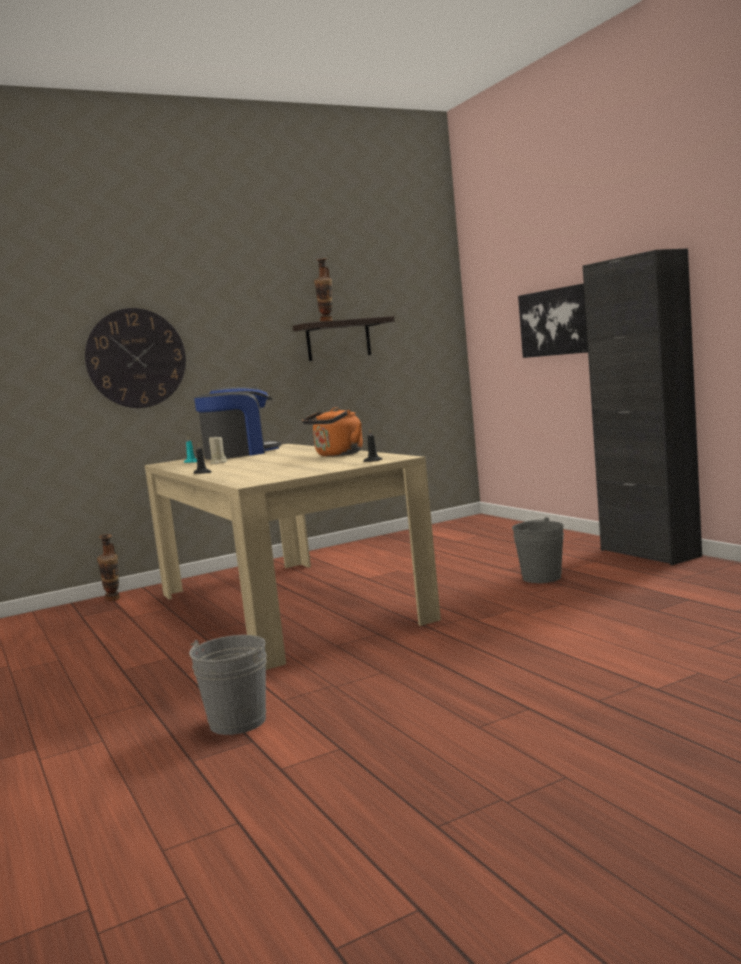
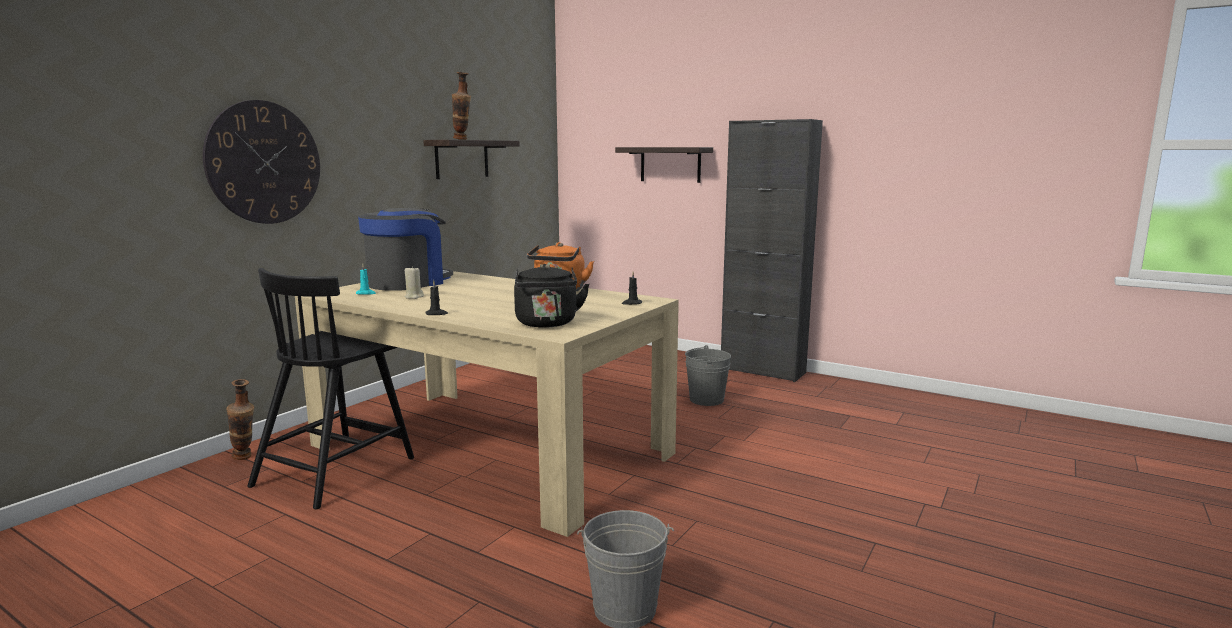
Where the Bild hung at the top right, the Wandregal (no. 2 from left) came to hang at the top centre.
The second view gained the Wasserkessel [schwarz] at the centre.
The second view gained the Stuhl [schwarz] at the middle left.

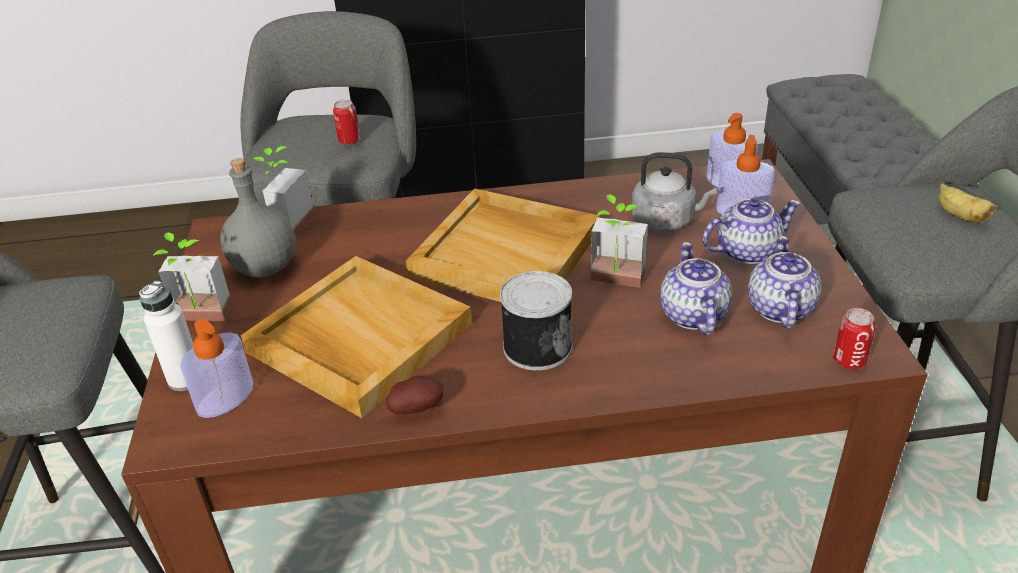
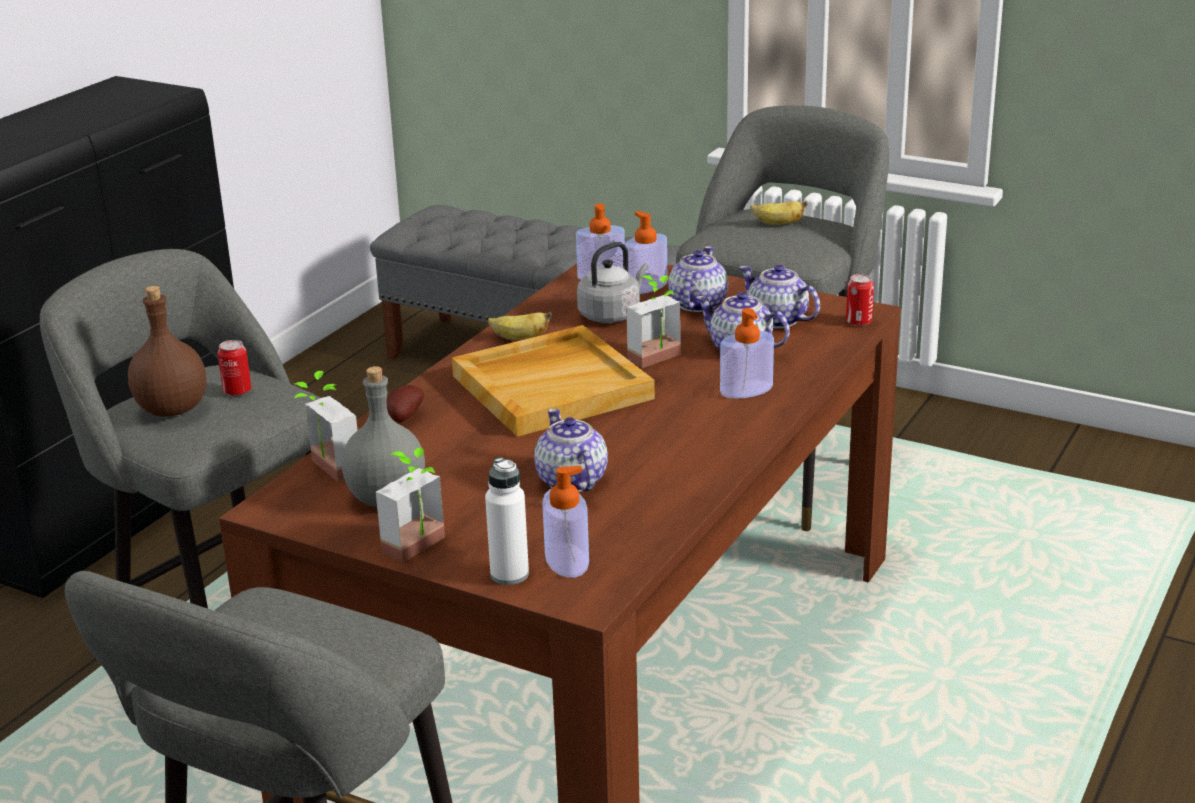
Where the Tablett [beige] (no. 1 from left) stood at the centre, the Teekanne (no. 1 from left) came to stand at the centre.
The second view lost the Dose (no. 2 from left) at the centre.
The Kartoffel ended up elsewhere, having gone from the bottom centre to the centre.
The second view gained the Flasche [braun] at the middle left.
The second view gained the Seifenspender (no. 4 from left) at the centre.
The second view gained the Banane (no. 1 from left) at the centre.

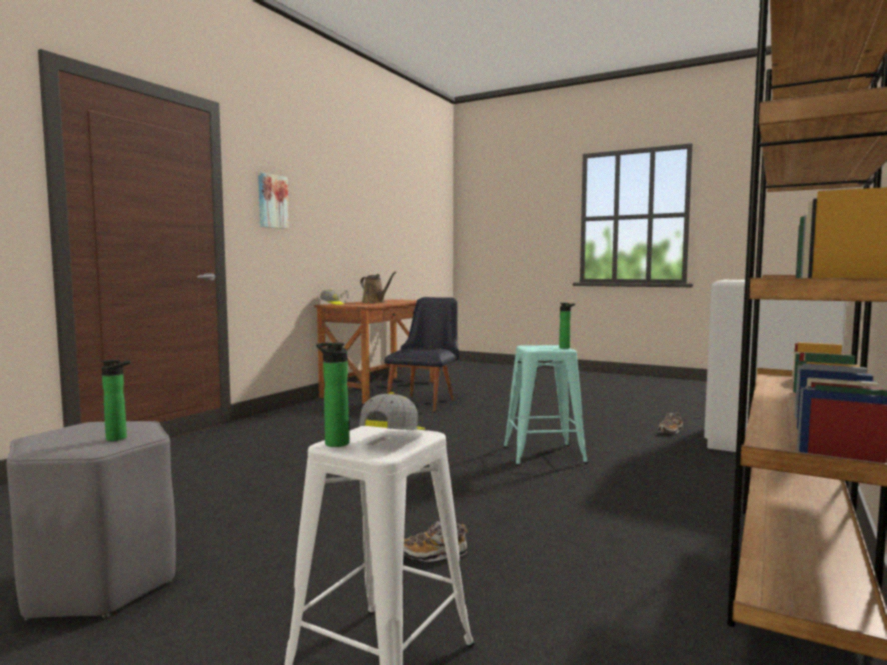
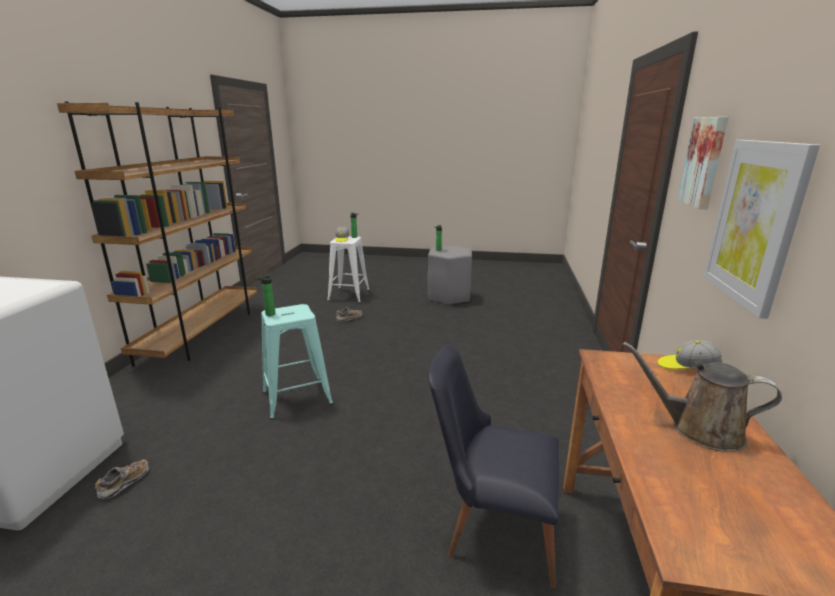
The Stuhl [schwarz] at the centre ended up facing another way, 105 degrees clockwise from before.
The second view gained the Bild (no. 2 from left) at the middle right.

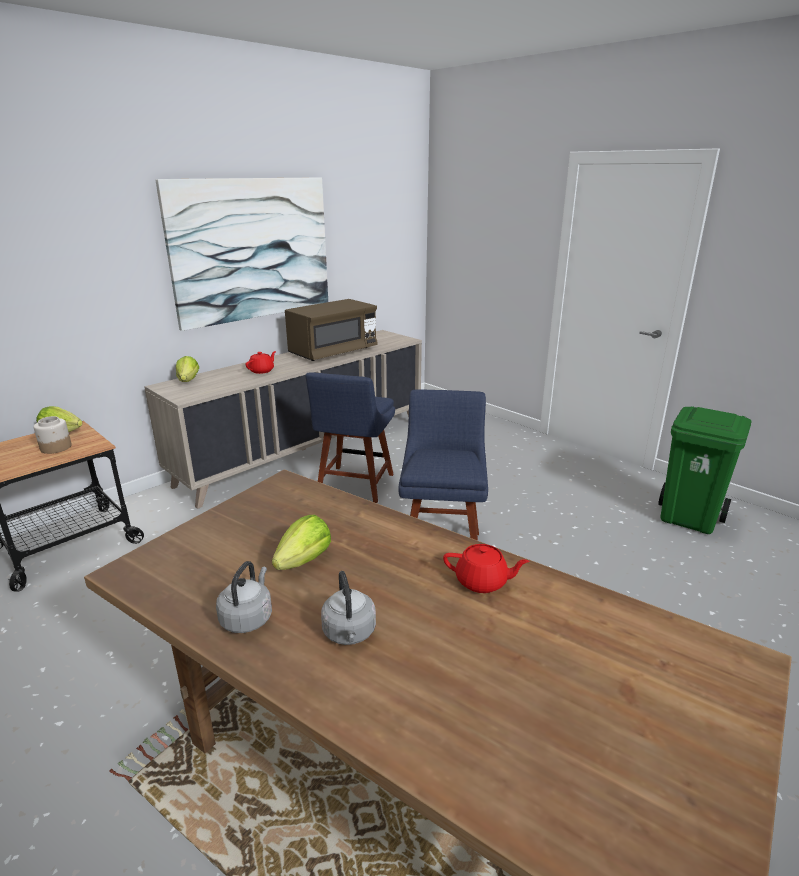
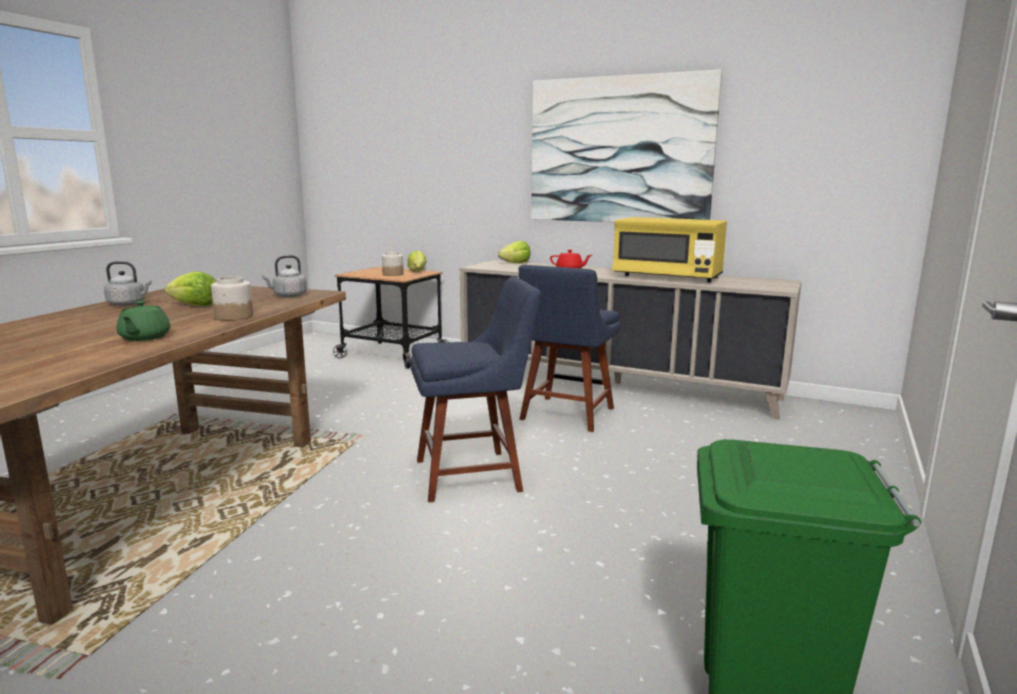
What was the Mikrowelle [braun] at the centre turned into the Mikrowelle [gelb] at the centre.
The Stuhl [blau] (no. 1 from left in the first image) at the centre ended up facing another way, 60 degrees counterclockwise from before.
What was the Teekanne [rot] (no. 2 from left) at the centre turned into the Teekanne [grün] at the middle left.
The Wasserkessel [grau] (no. 2 from left) ended up elsewhere, having gone from the bottom centre to the middle left.
The second view gained the Vorratsglas (no. 1 from left) at the middle left.

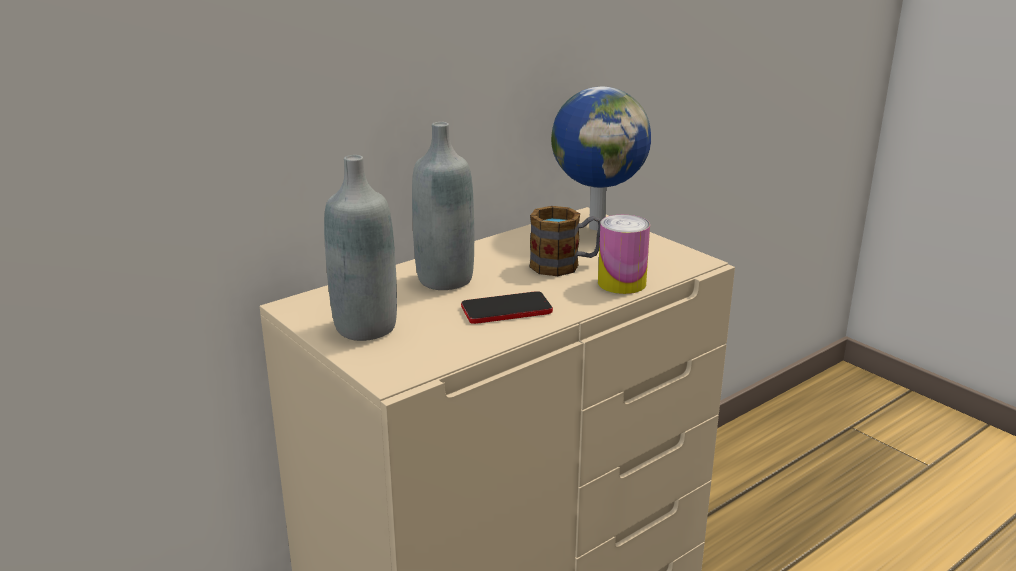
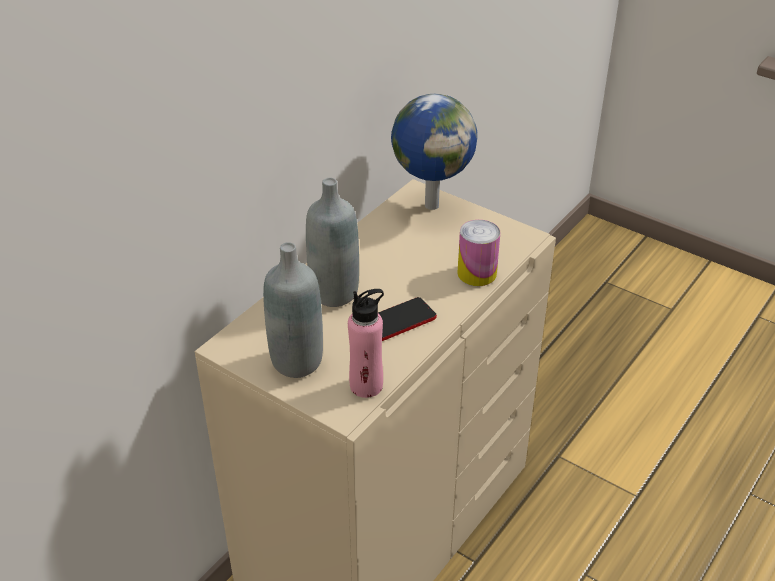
The second view lost the Henkelbecher at the centre.
The second view gained the Flasche [rosa] at the centre.

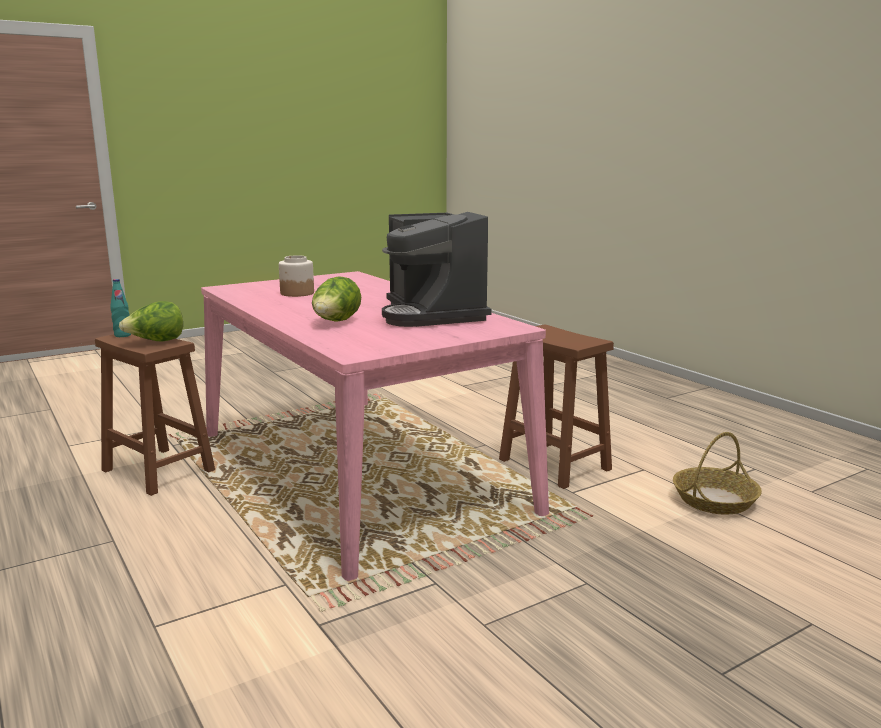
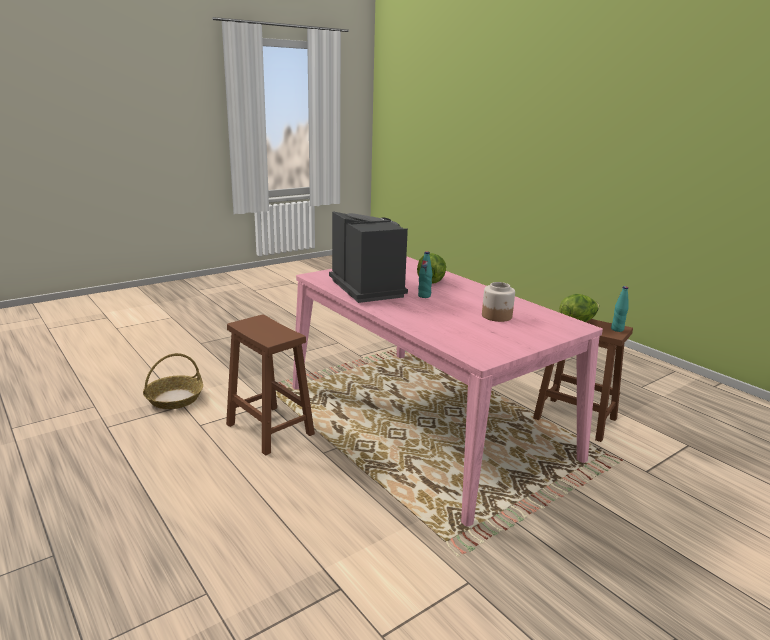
The second view gained the Flasche [türkis] (no. 1 from left) at the centre.

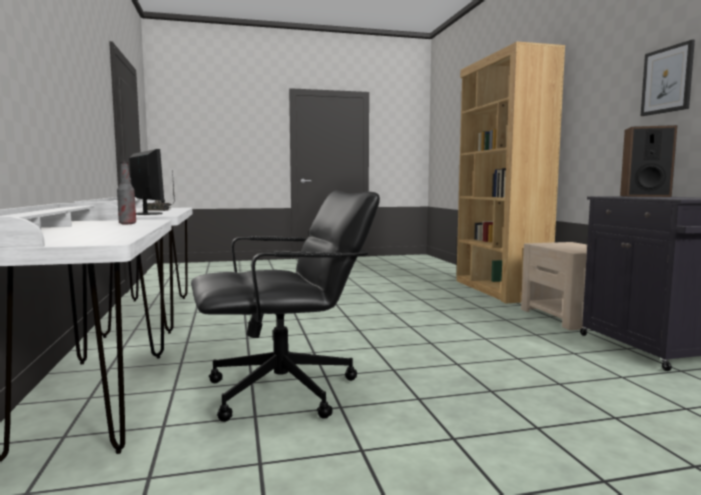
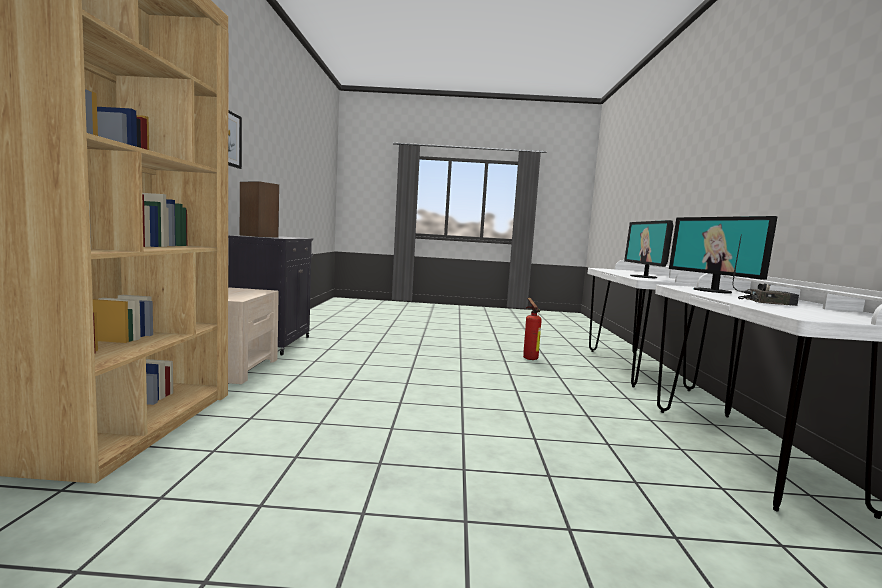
Where the Flasche stood at the middle left, the Monitor (no. 1 from left) came to stand at the middle right.
Where the Bürostuhl [schwarz] stood at the centre, the Feuerlöscher came to stand at the centre.

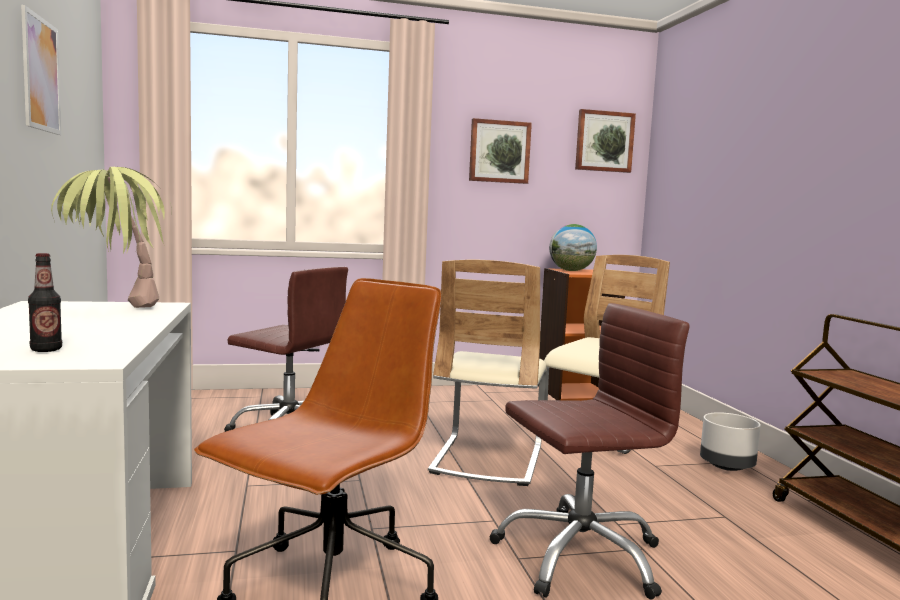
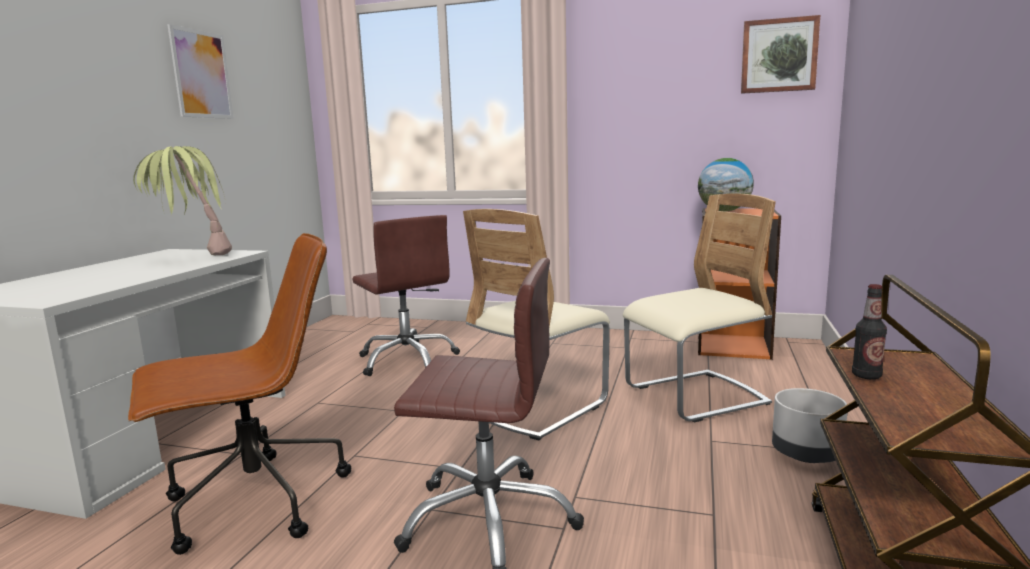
The second view lost the Bild (no. 2 from left) at the top centre.
The Flasche ended up elsewhere, having gone from the middle left to the middle right.

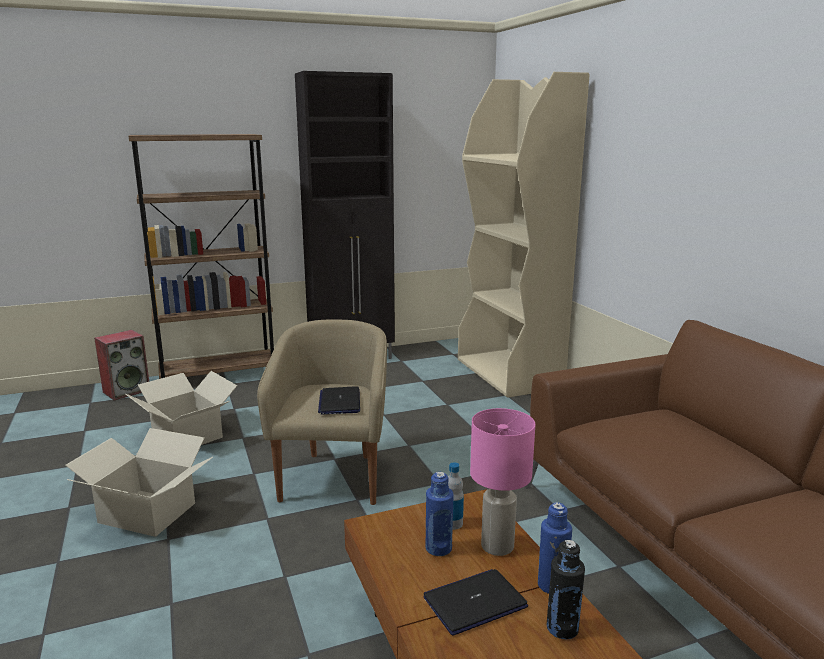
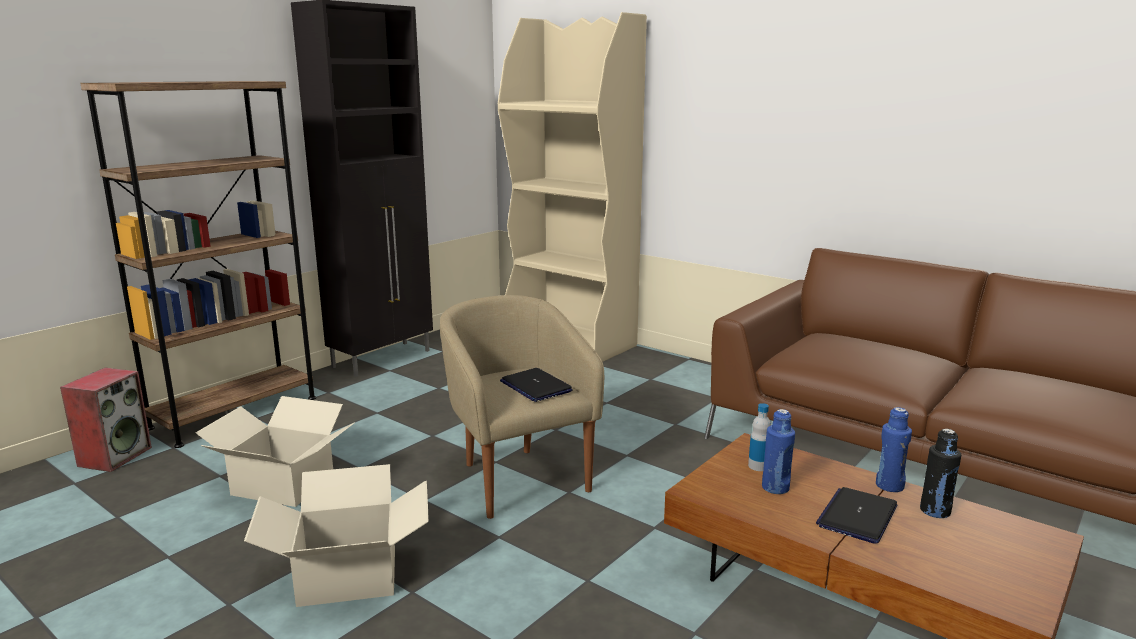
The second view lost the Tischlampe [rosa] at the bottom centre.

